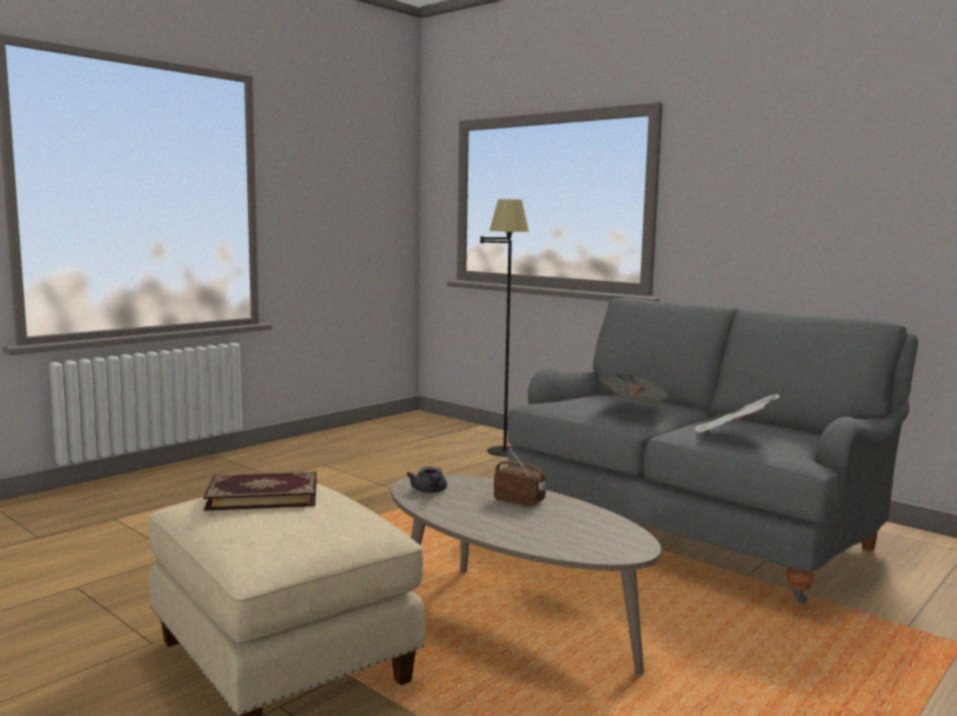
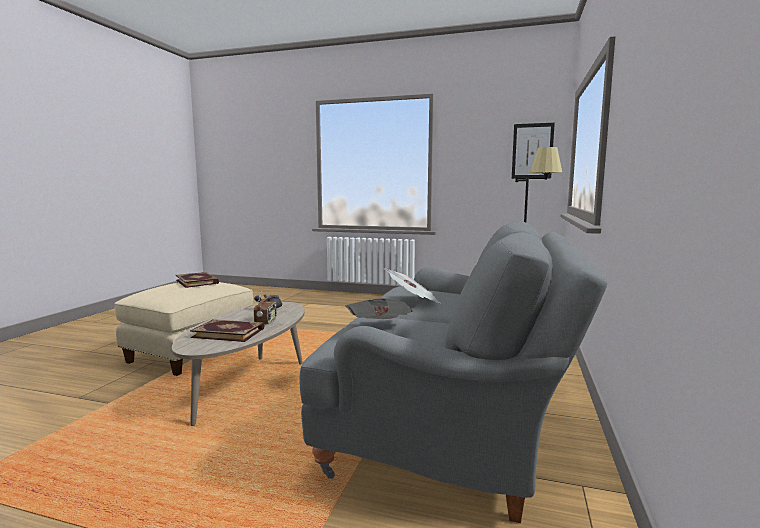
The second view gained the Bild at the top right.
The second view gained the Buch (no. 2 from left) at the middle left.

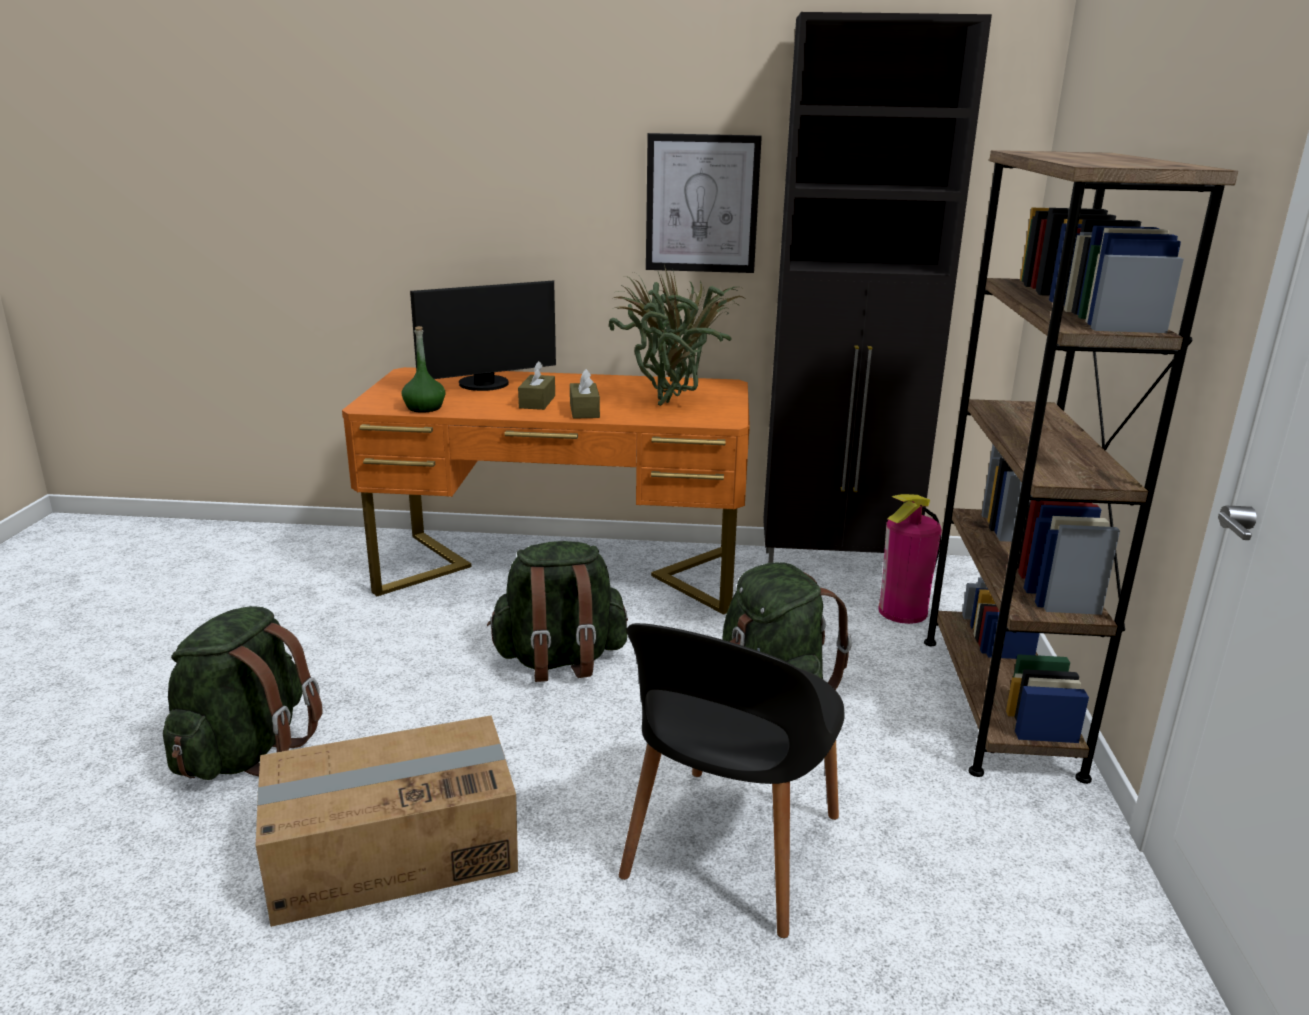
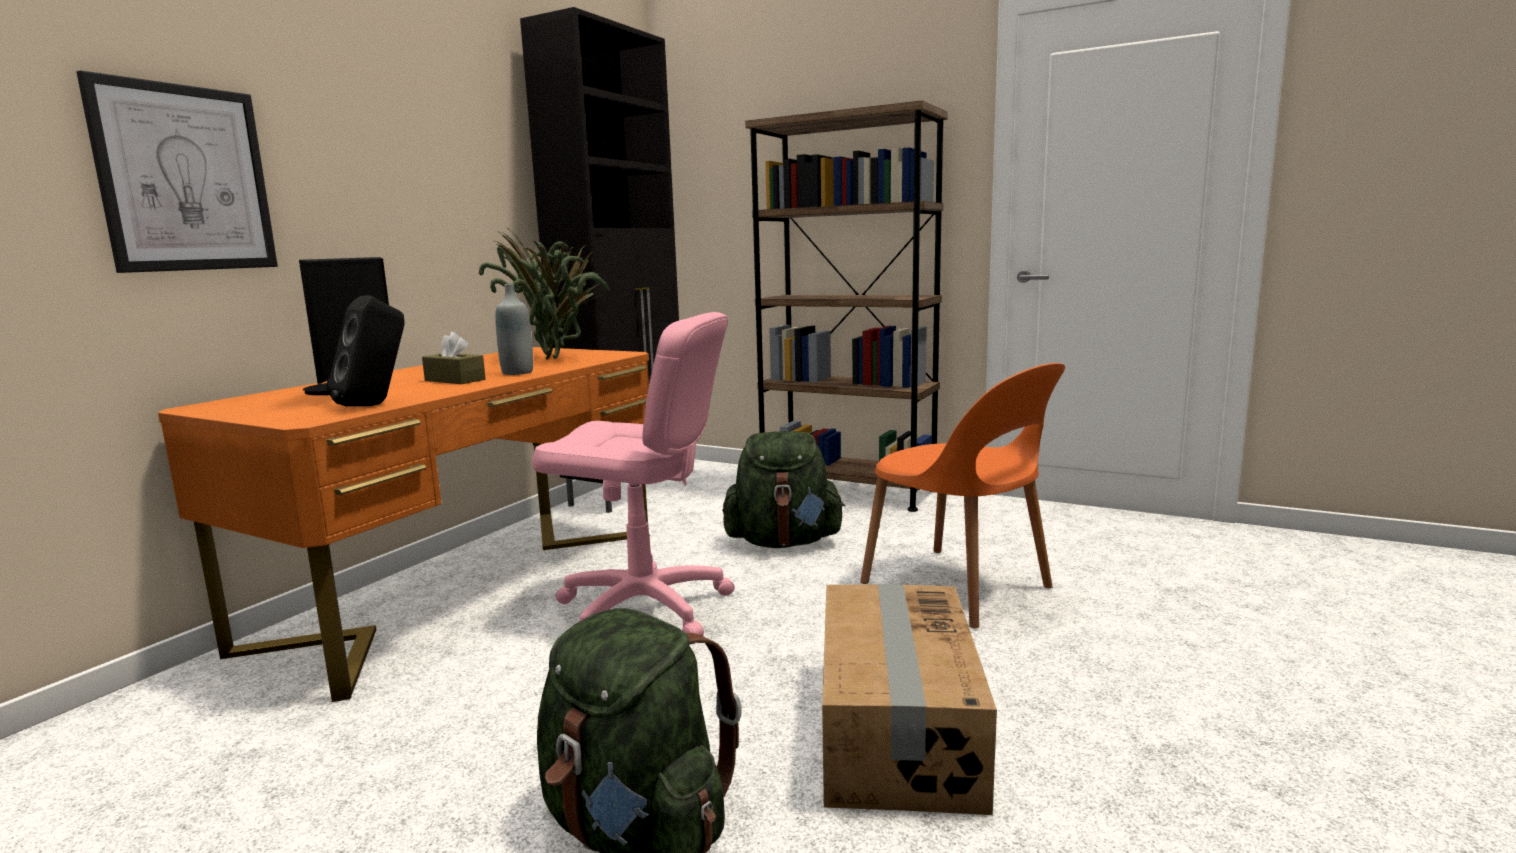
The Bild ended up elsewhere, having gone from the top centre to the top left.
Where the Flasche [grün] stood at the middle left, the Lautsprecher [schwarz] came to stand at the middle left.
Where the Taschentuchbox [braun] (no. 2 from left) stood at the centre, the Flasche [grau] came to stand at the centre.
The second view lost the Feuerlöscher at the middle right.
Where the Rucksack [grün] (no. 2 from left) stood at the centre, the Bürostuhl [rosa] came to stand at the centre.
What was the Stuhl [schwarz] at the bottom centre turned into the Stuhl [orange] at the centre.

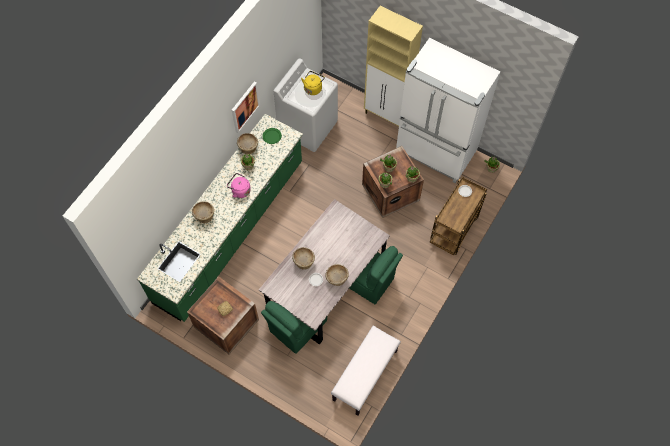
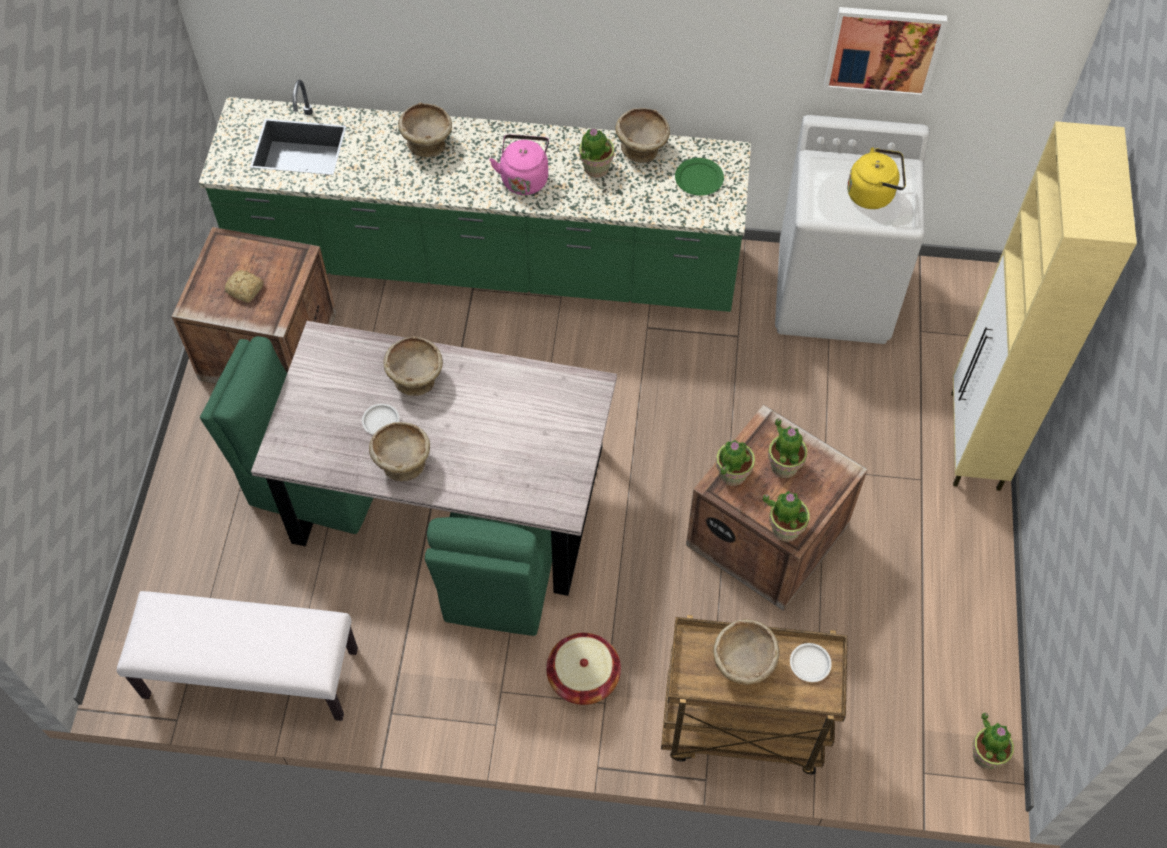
The second view lost the Kühlschrank [weiß] at the top right.
The Bild ended up elsewhere, having gone from the top centre to the top right.
The second view gained the Schüssel [beige] (no. 5 from left) at the bottom centre.
The second view gained the Korb at the bottom centre.

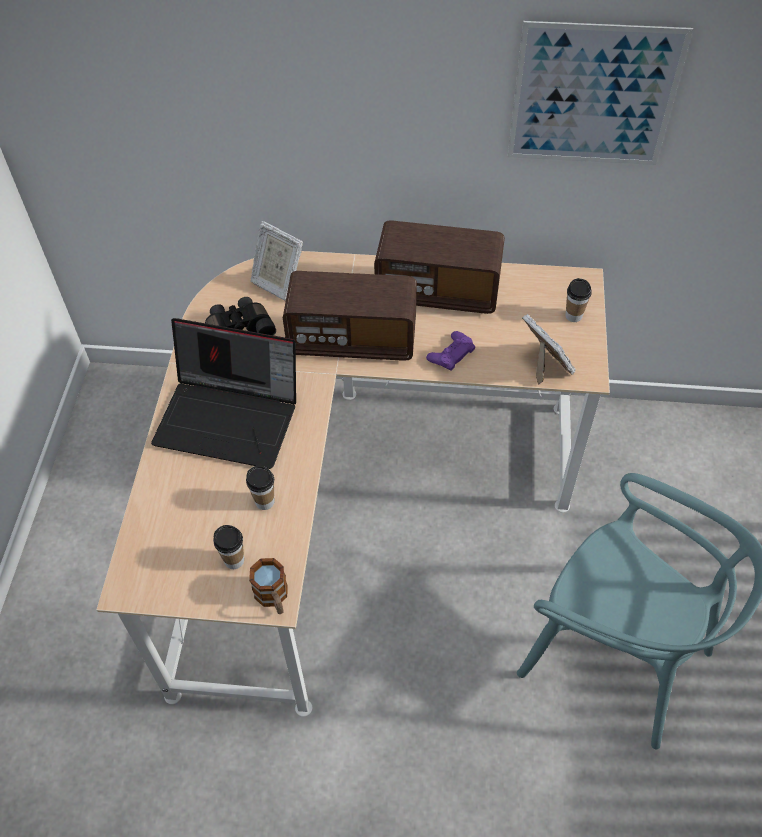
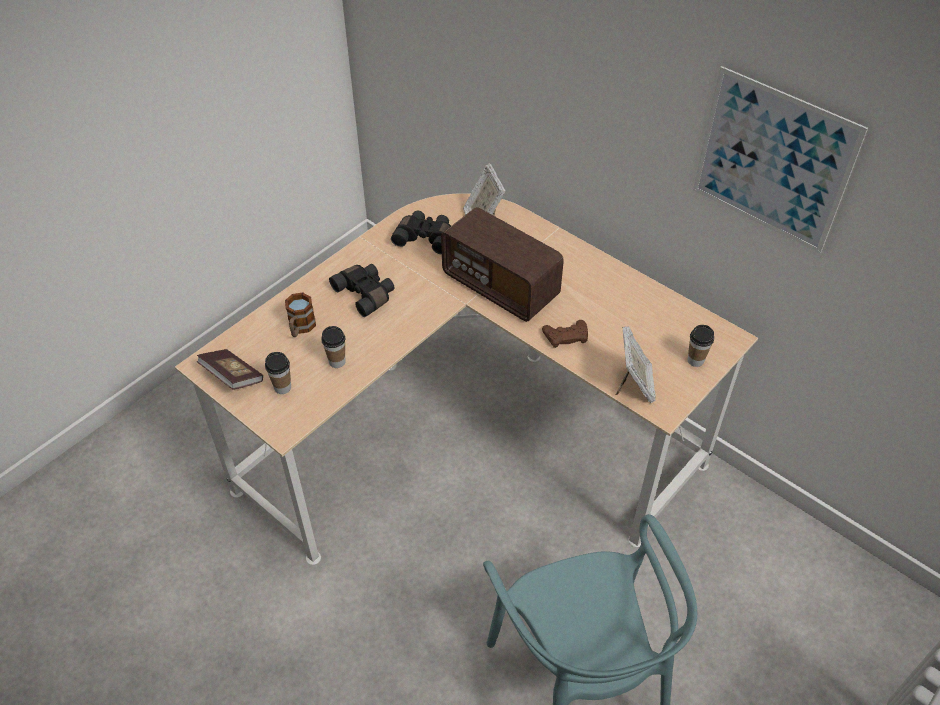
The second view lost the Radio (no. 2 from left) at the top centre.
Where the Laptop stood at the middle left, the Fernglas [schwarz] (no. 1 from left) came to stand at the centre.
What was the Gamepad [lila] at the centre turned into the Gamepad [braun] at the centre.
The Henkelbecher ended up elsewhere, having gone from the bottom centre to the middle left.
The second view gained the Buch at the middle left.

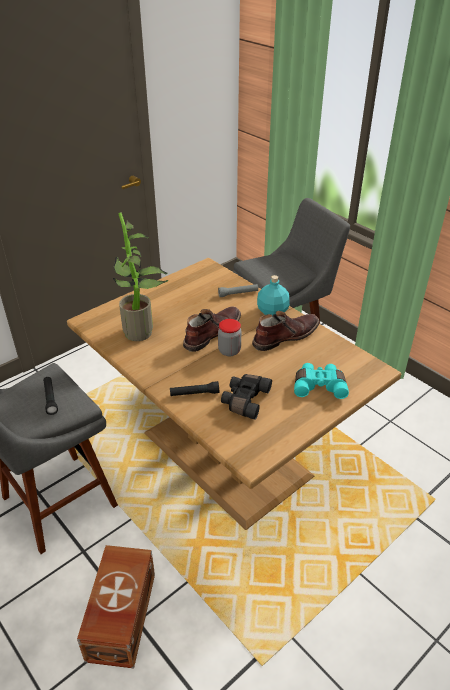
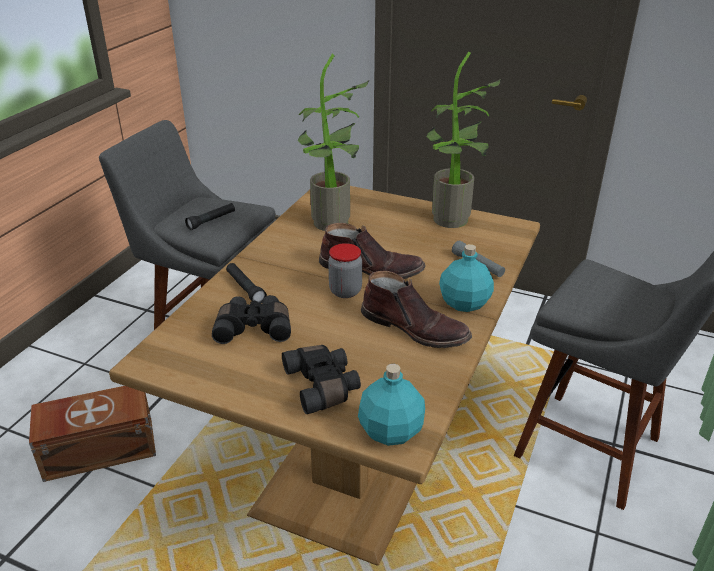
What was the Fernglas [türkis] at the middle right turned into the Fernglas [schwarz] (no. 2 from left) at the centre.
The second view gained the Topfpflanze (no. 2 from left) at the top centre.
The second view gained the Flasche [türkis] (no. 1 from left) at the bottom centre.

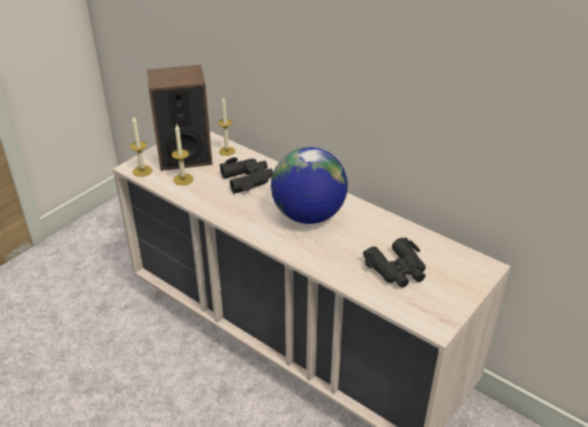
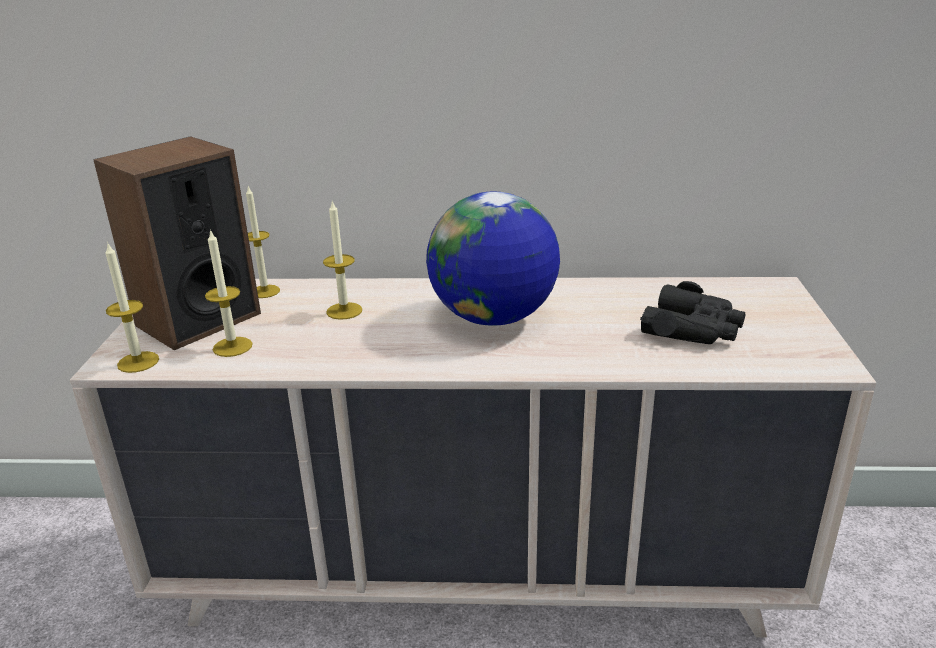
Where the Fernglas [schwarz] (no. 1 from left) stood at the centre, the Kerze (no. 4 from left) came to stand at the centre.

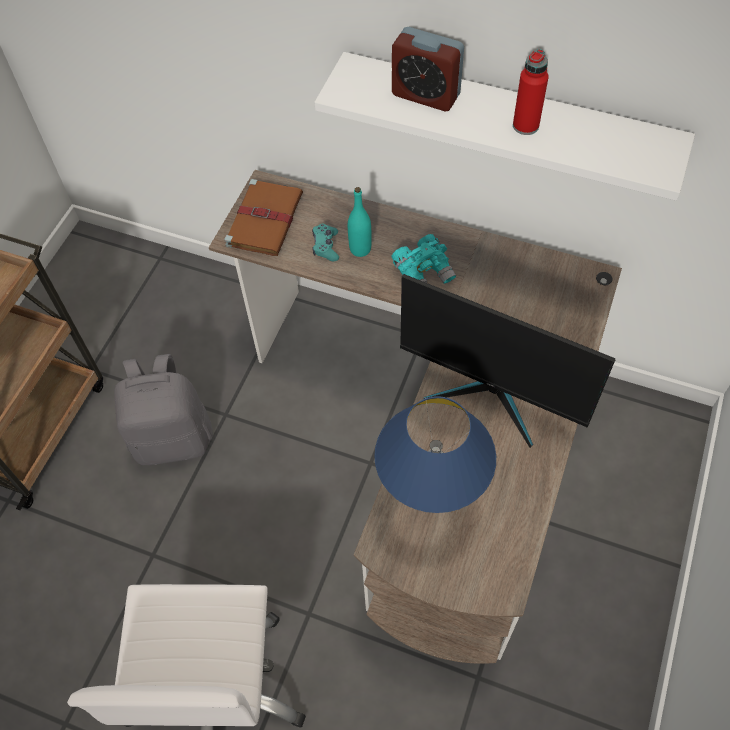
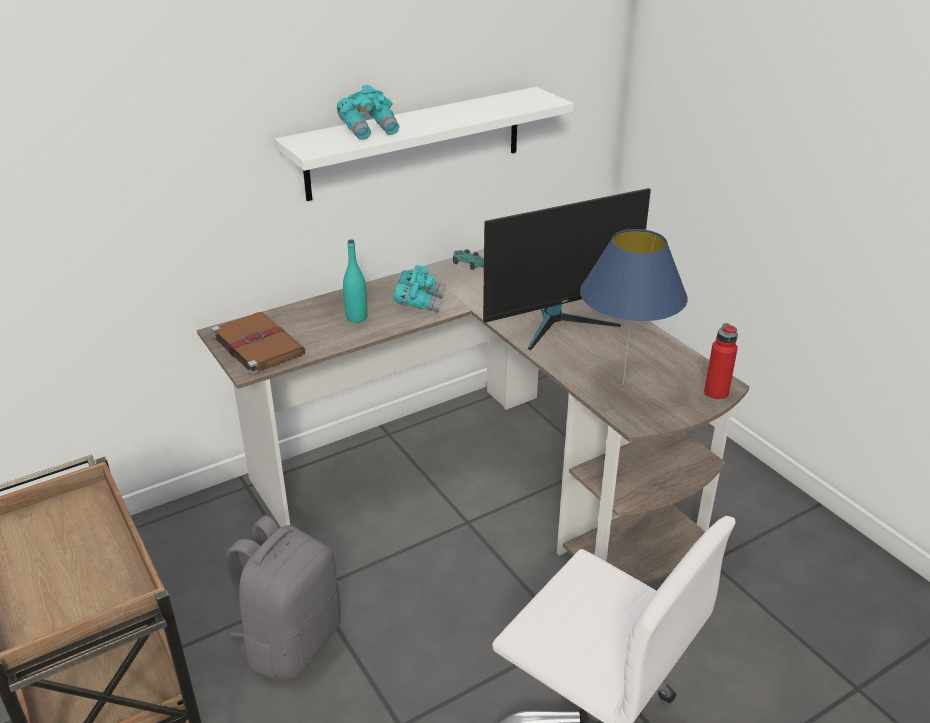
Where the Wecker stood at the top centre, the Fernglas [türkis] (no. 1 from left) came to stand at the top centre.
The Flasche [rot] ended up elsewhere, having gone from the top right to the middle right.
The Gamepad [türkis] ended up elsewhere, having gone from the top centre to the centre.

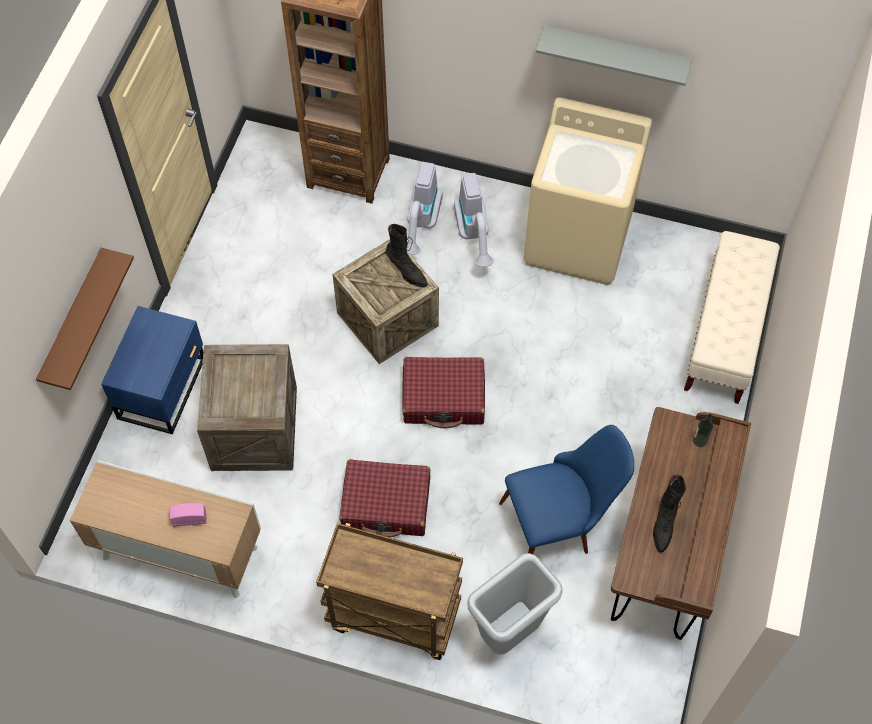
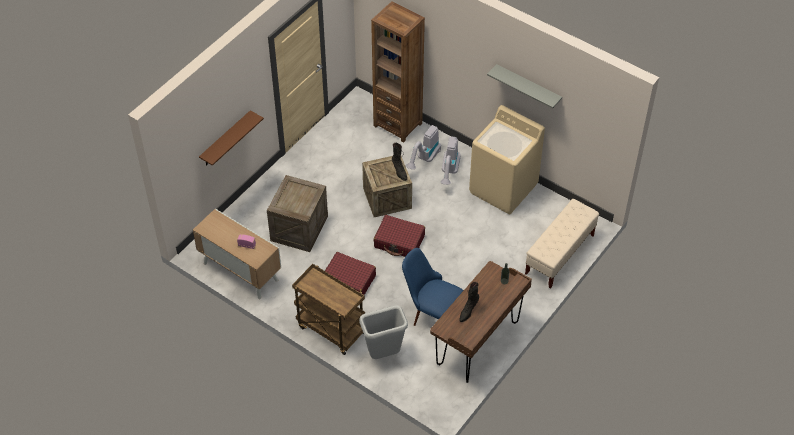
The second view lost the Nachttisch [blau] at the middle left.
The Stuhl [blau] at the bottom centre ended up facing another way, 150 degrees counterclockwise from before.

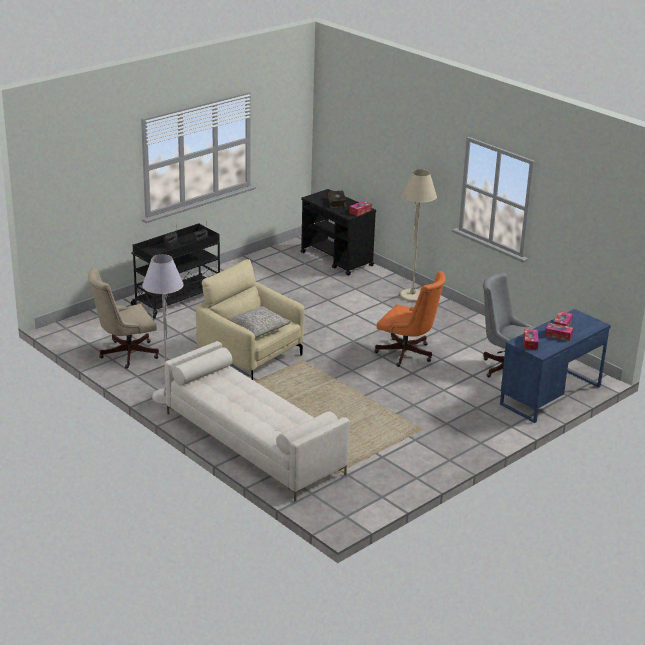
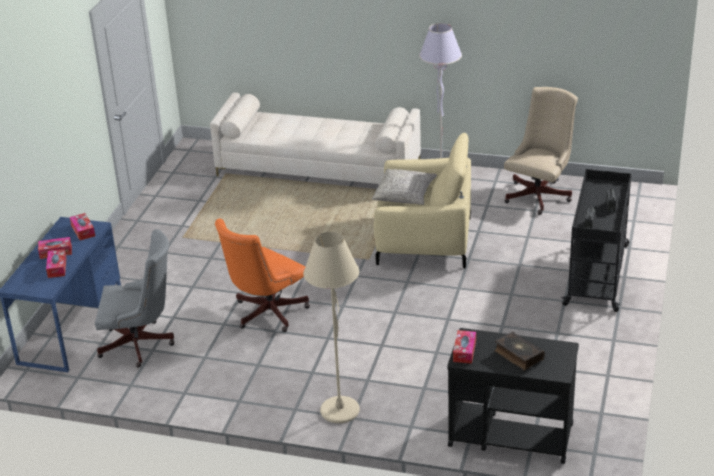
The Bürostuhl [orange] at the centre ended up facing another way, 45 degrees counterclockwise from before.

